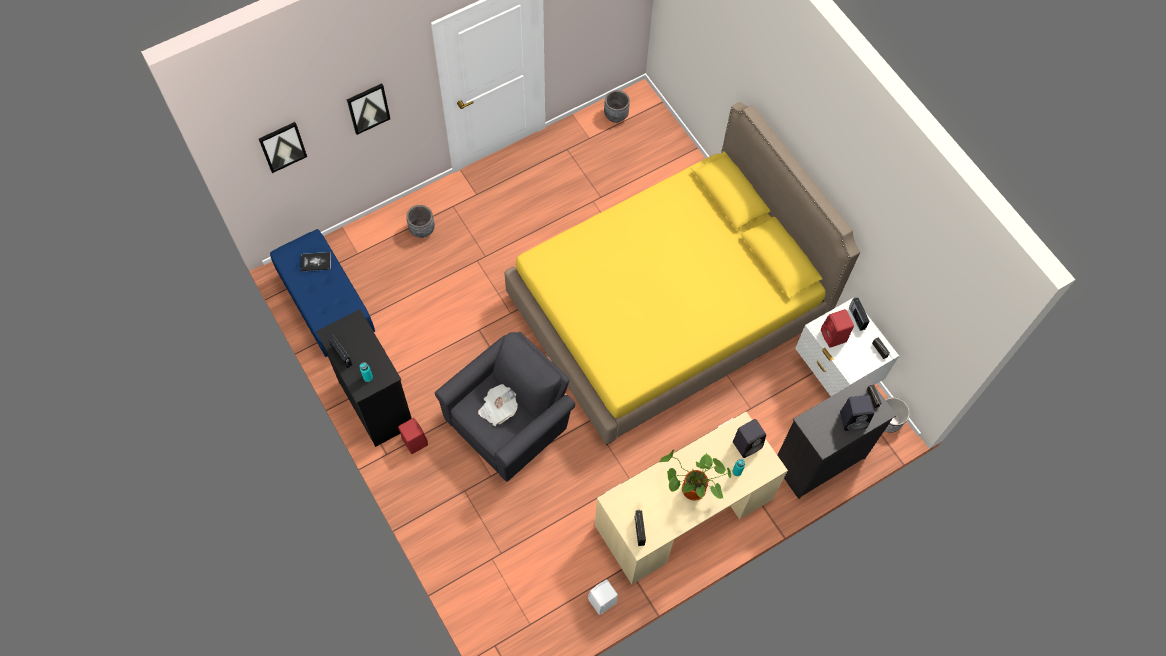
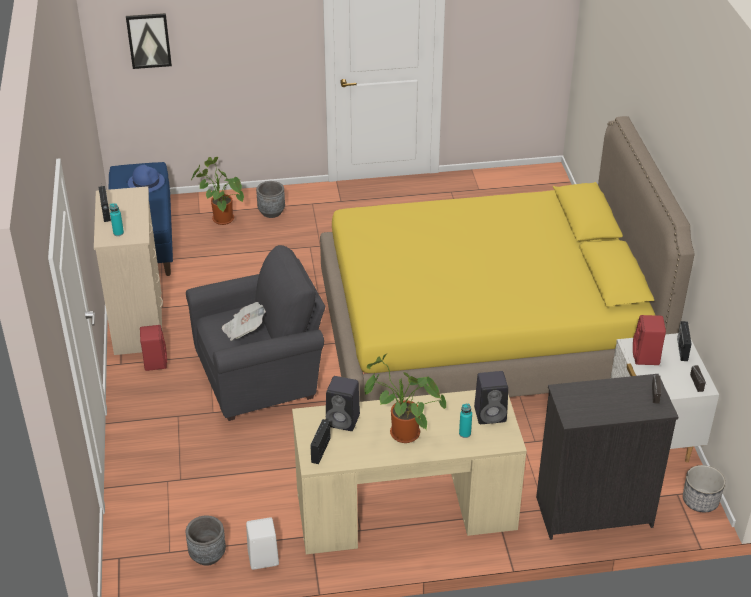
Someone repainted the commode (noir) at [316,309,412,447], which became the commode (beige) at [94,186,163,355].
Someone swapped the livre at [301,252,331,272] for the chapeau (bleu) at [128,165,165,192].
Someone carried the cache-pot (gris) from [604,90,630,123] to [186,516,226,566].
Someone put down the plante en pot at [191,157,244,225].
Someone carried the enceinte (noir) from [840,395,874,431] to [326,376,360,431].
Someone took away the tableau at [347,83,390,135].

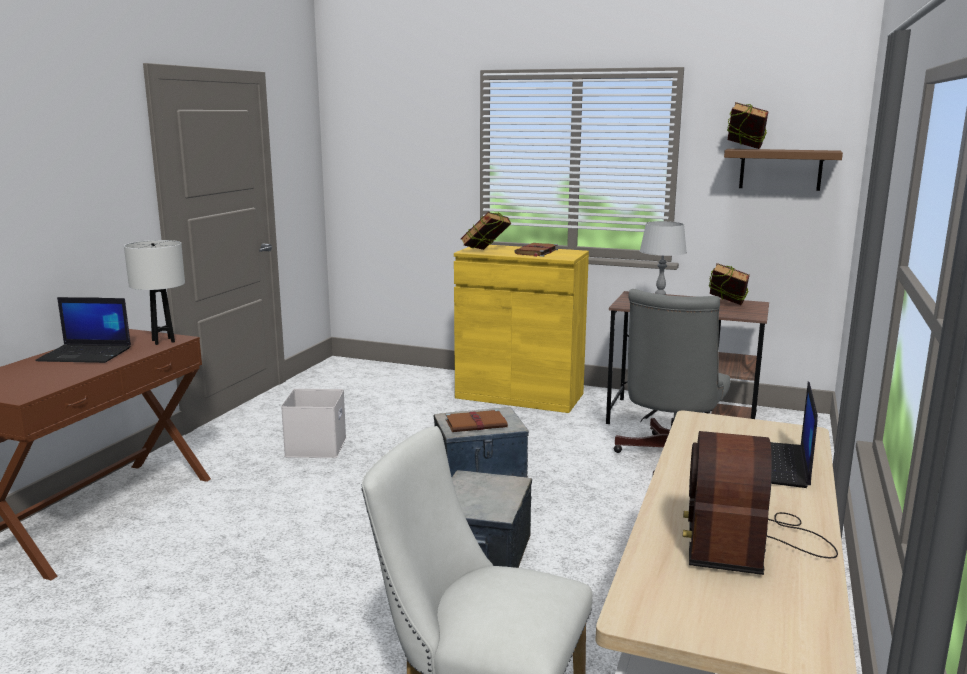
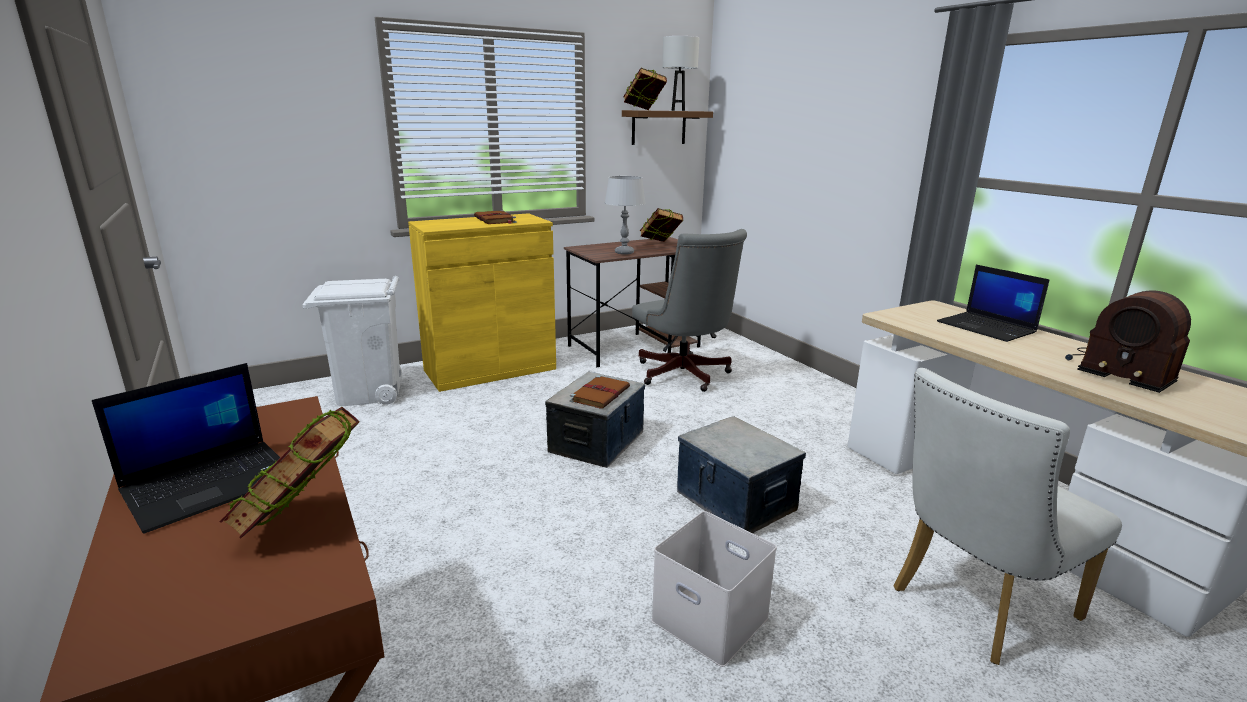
Someone carried the livre from [461,212,511,250] to [219,407,359,538].
Someone put down the poubelle (blanc) at [302,276,402,406].
Someone carried the boîte de rangement (blanc) from [281,389,346,458] to [651,511,777,667].
Someone carried the lampe de table (blanc) from [124,240,185,345] to [662,36,699,111].

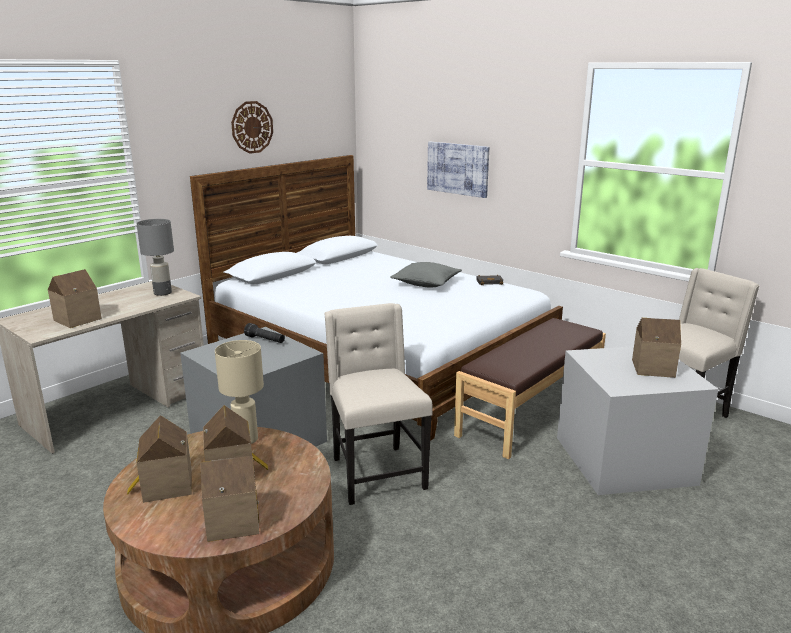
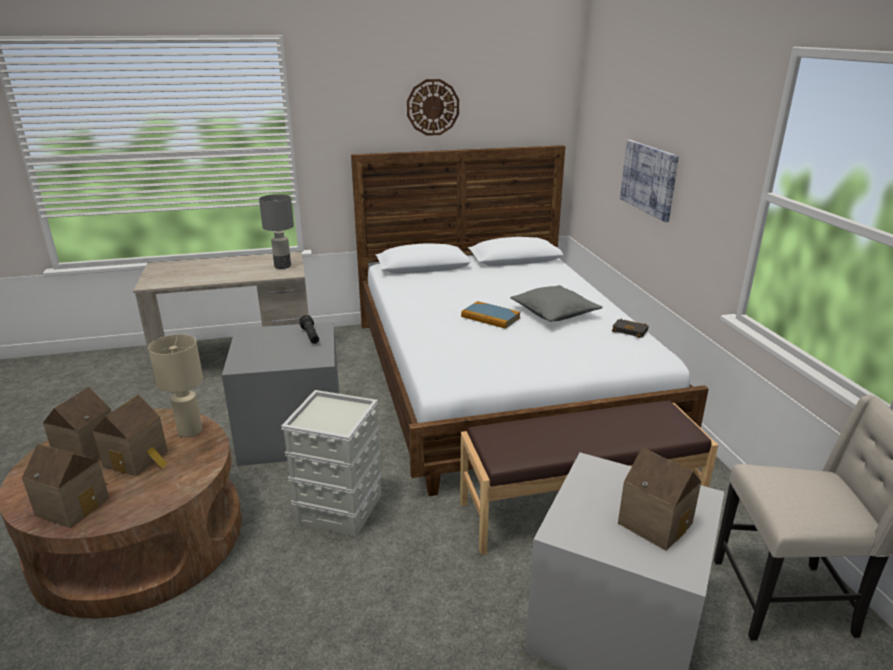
Someone swapped the chaise (beige) at [324,303,432,505] for the boîte de rangement (gris) at [281,390,382,537].
Someone put down the livre at [461,301,521,329].
Someone took away the maison miniature at [48,269,102,328].

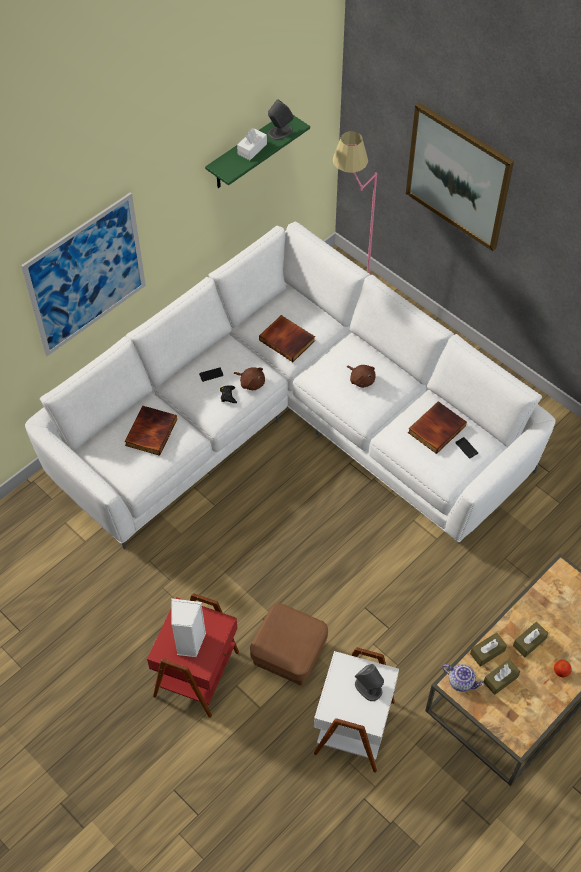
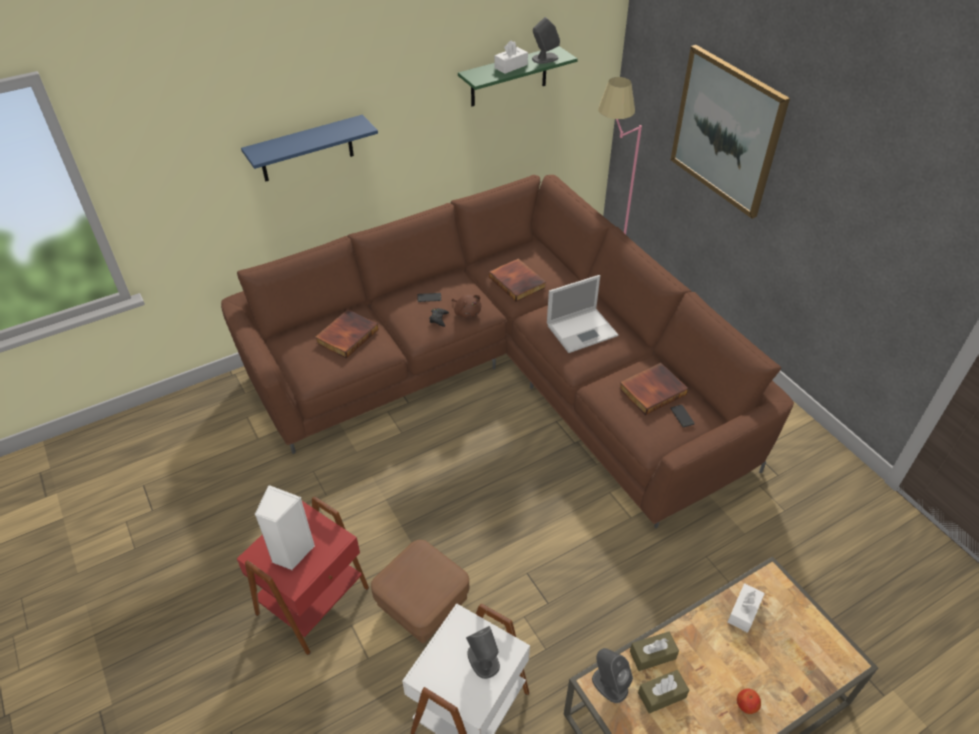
Someone repainted the canapé (blanc) at [25,222,556,549], which became the canapé (marron) at [221,175,794,528].
Someone swapped the tableau at [21,192,146,356] for the étagère (bleu) at [241,115,378,182].
Someone swapped the peluche (marron) at [347,365,376,388] for the ordinateur portable at [547,275,619,353].
Someone swapped the théière at [442,664,484,692] for the enceinte (gris) at [592,648,633,703].
Someone put down the boîte à mouchoirs (blanc) at [727,583,765,633].
Someone took away the boîte à mouchoirs (marron) at [513,622,549,657].

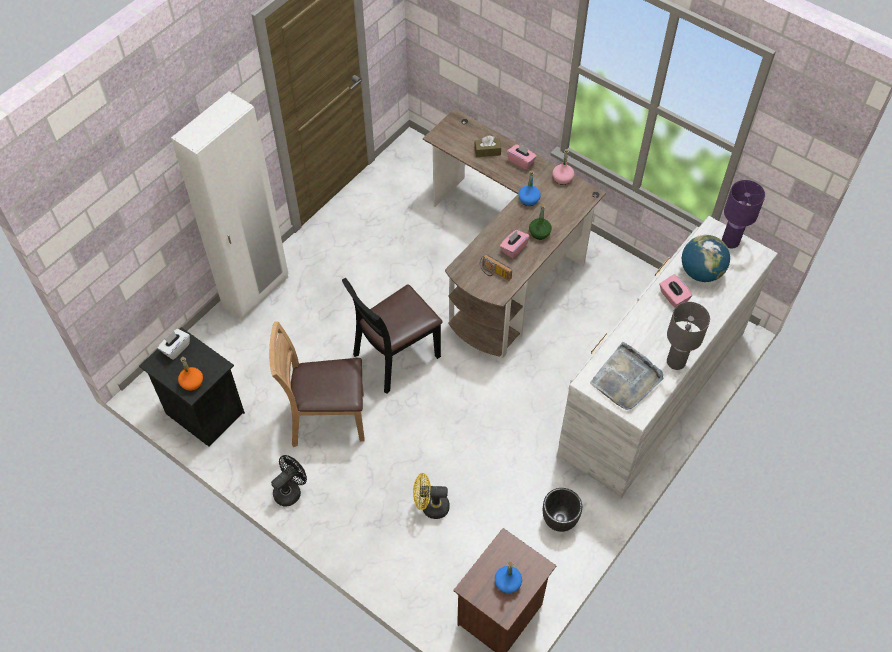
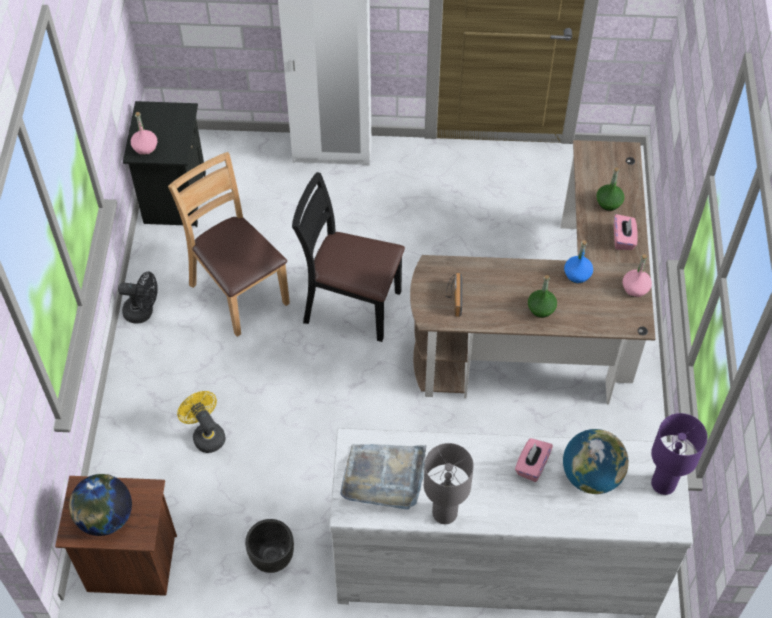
Someone swapped the bouteille (bleu) at [495,562,522,593] for the globe at [69,474,132,536].
Someone repainted the bouteille (orange) at [178,357,203,391], which became the bouteille (rose) at [131,112,157,155].
Someone swapped the boîte à mouchoirs (marron) at [474,136,501,157] for the bouteille (vert) at [596,168,624,211].
Someone took away the boîte à mouchoirs (blanc) at [158,329,190,360].
Someone took away the boîte à mouchoirs (rose) at [500,230,530,258].

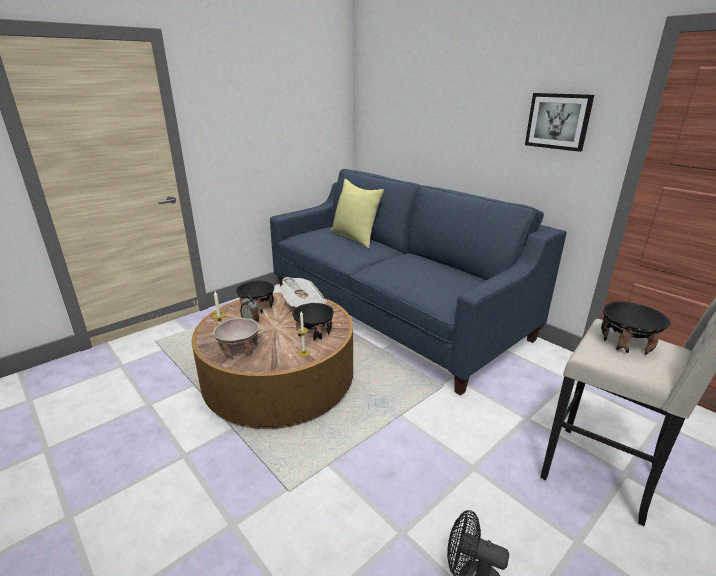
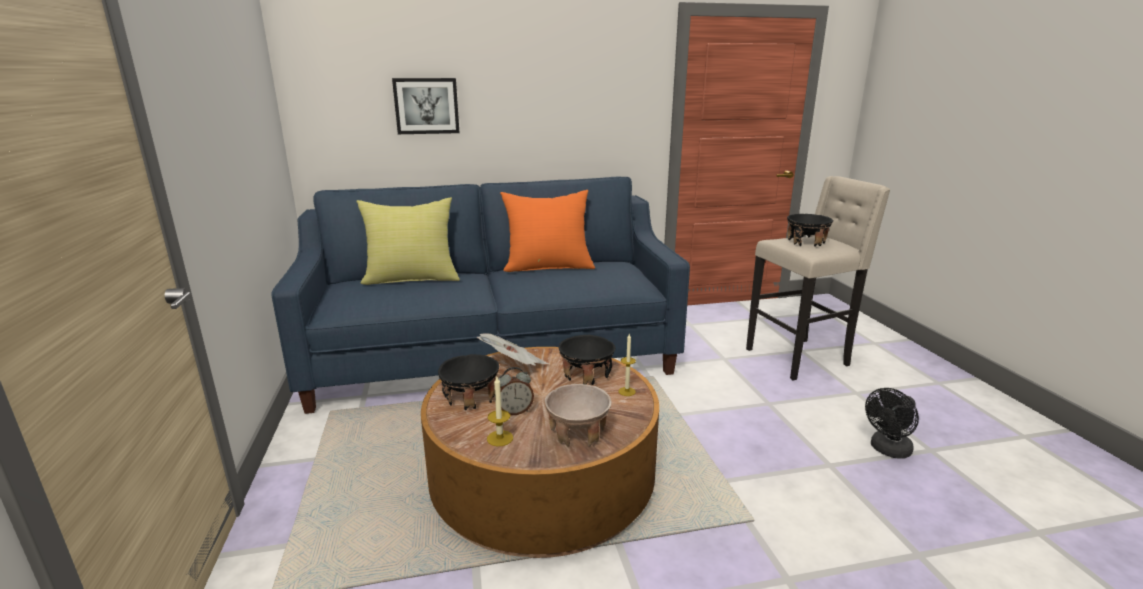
Someone carried the tableau from [525,93,594,152] to [392,78,460,134].
Someone put down the coussin (orange) at [500,190,595,272].

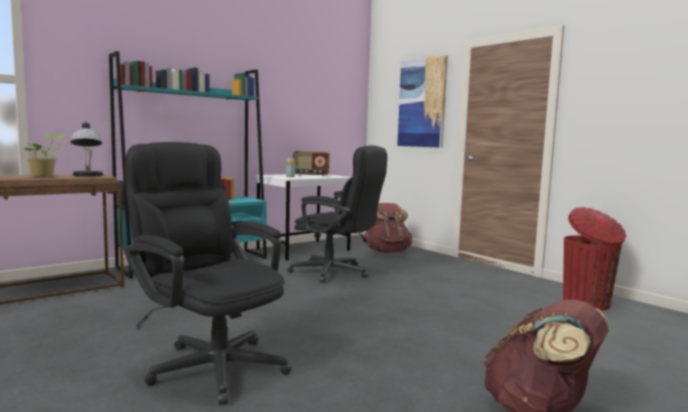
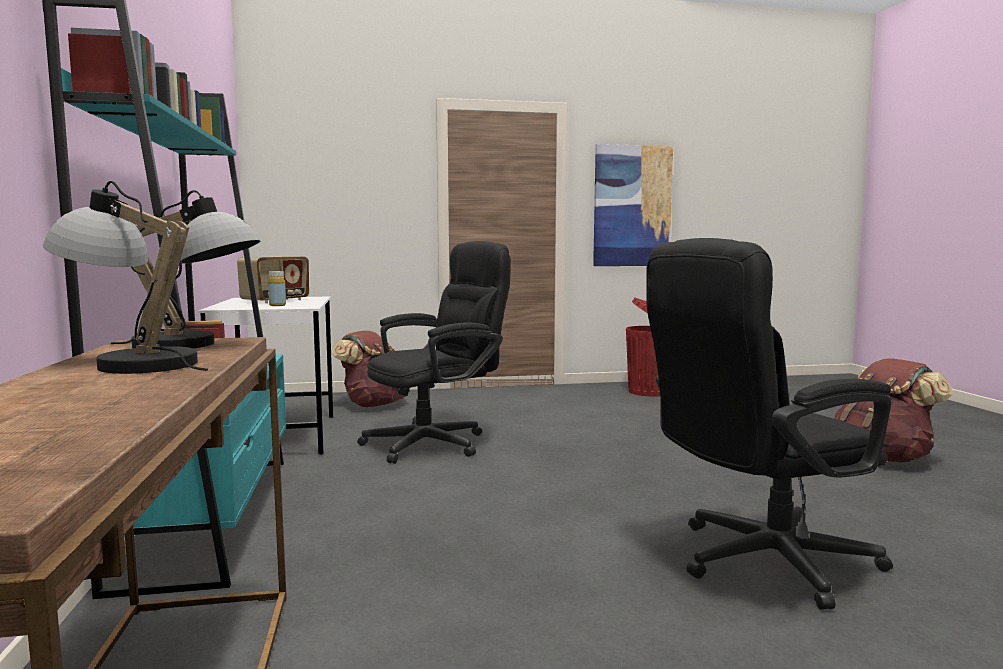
Someone swapped the plante en pot at [24,134,65,177] for the lampe de table at [43,181,208,374].
Someone carried the tableau from [397,55,448,148] to [593,144,673,266].

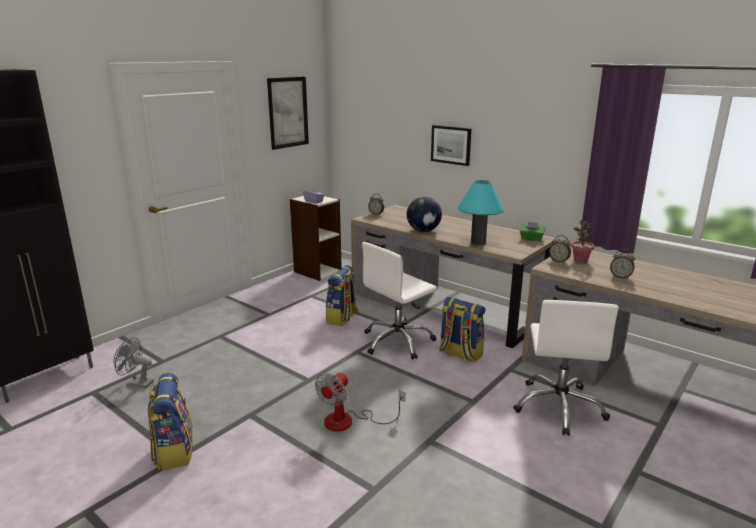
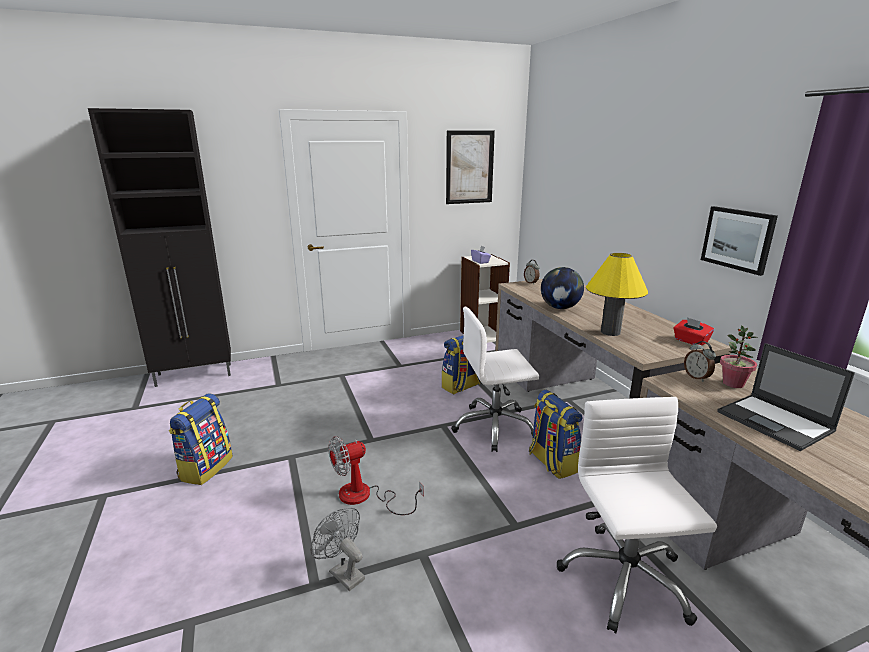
Someone carried the ventilateur (gris) from [114,337,154,388] to [310,508,365,591].
Someone rotated the chaise de bureau (blanc) at [514,300,619,436] by 135 degrees clockwise.
Someone repainted the lampe de table (turquoise) at [458,180,504,245], which became the lampe de table (jaune) at [586,253,648,336].
Someone repainted the boîte à mouchoirs (vert) at [520,222,546,241], which became the boîte à mouchoirs (rouge) at [673,317,714,345].
Someone carried the tableau from [431,125,471,166] to [701,206,778,276].
Someone swapped the réveil at [610,249,635,279] for the ordinateur portable at [717,343,855,451].

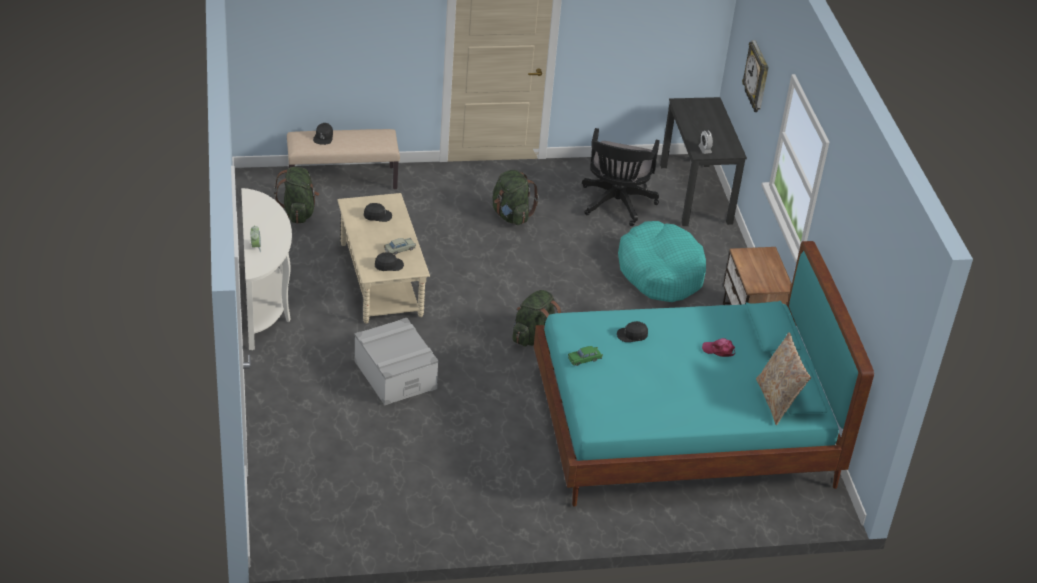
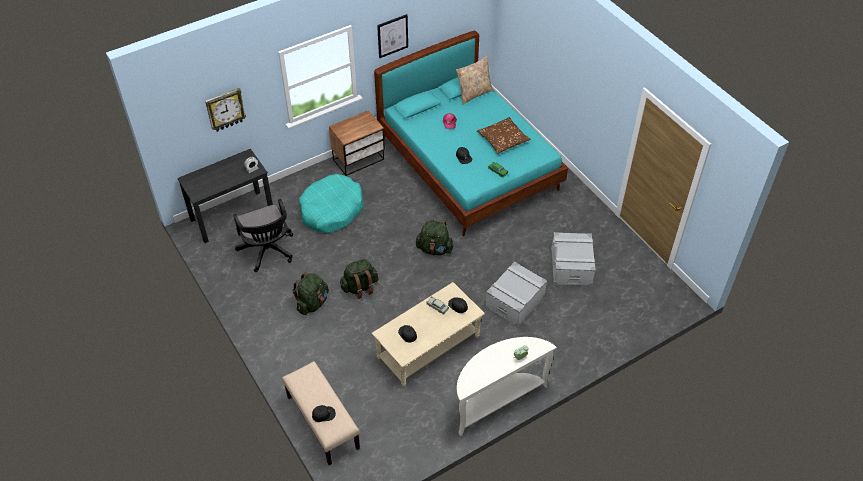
Someone rotated the chaise de bureau (noir) at [582,128,660,226] by 75 degrees clockwise.
Someone carried the sac à dos (vert) from [274,167,319,224] to [340,259,379,299].
Someone put up the tableau at [377,14,408,58].
Someone put down the coussin (marron) at [477,117,531,154].
Someone put down the boîte de rangement (gris) at [551,232,596,286].

